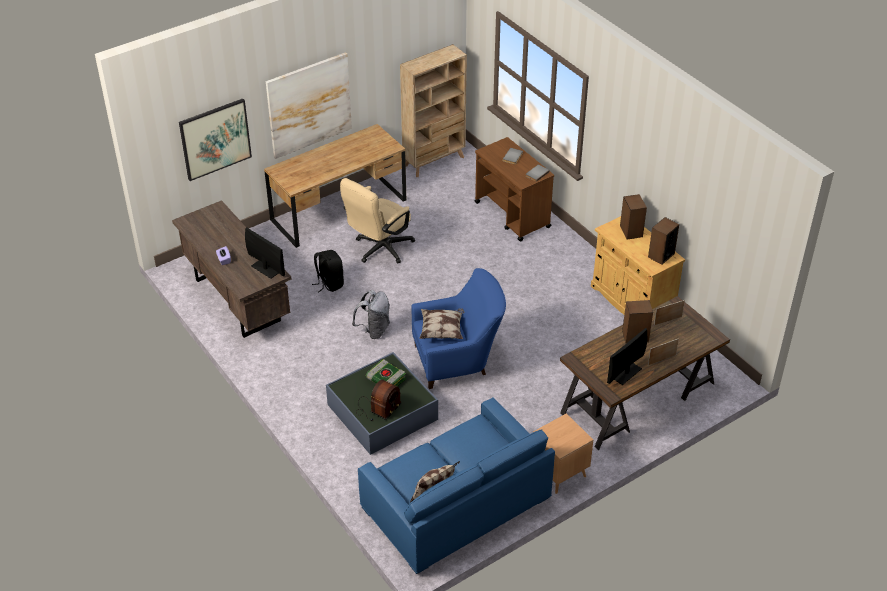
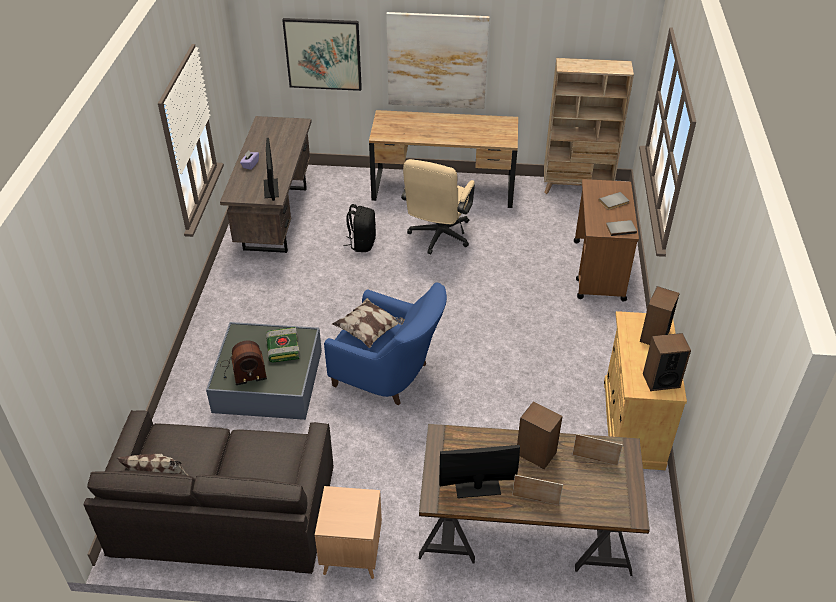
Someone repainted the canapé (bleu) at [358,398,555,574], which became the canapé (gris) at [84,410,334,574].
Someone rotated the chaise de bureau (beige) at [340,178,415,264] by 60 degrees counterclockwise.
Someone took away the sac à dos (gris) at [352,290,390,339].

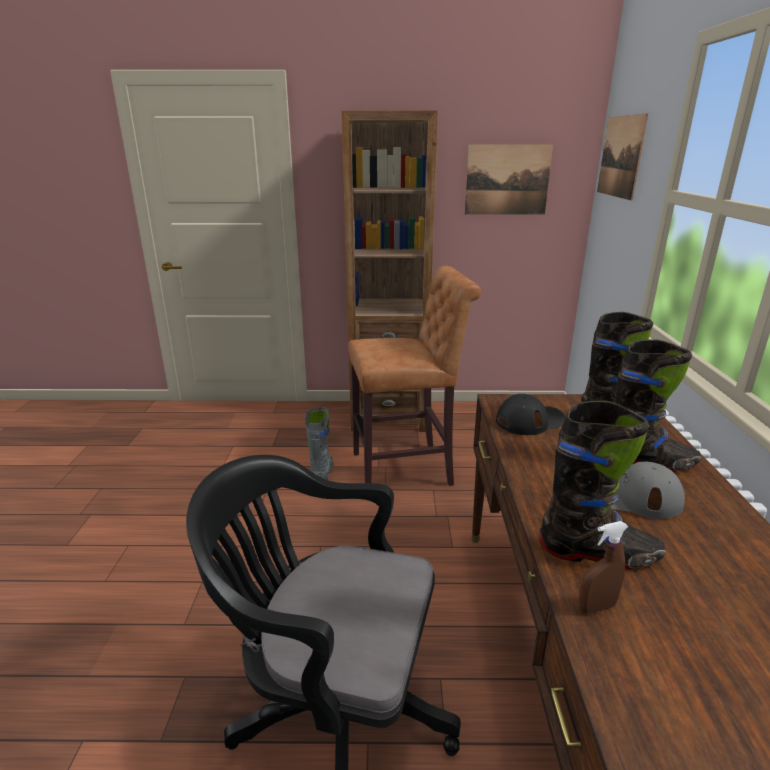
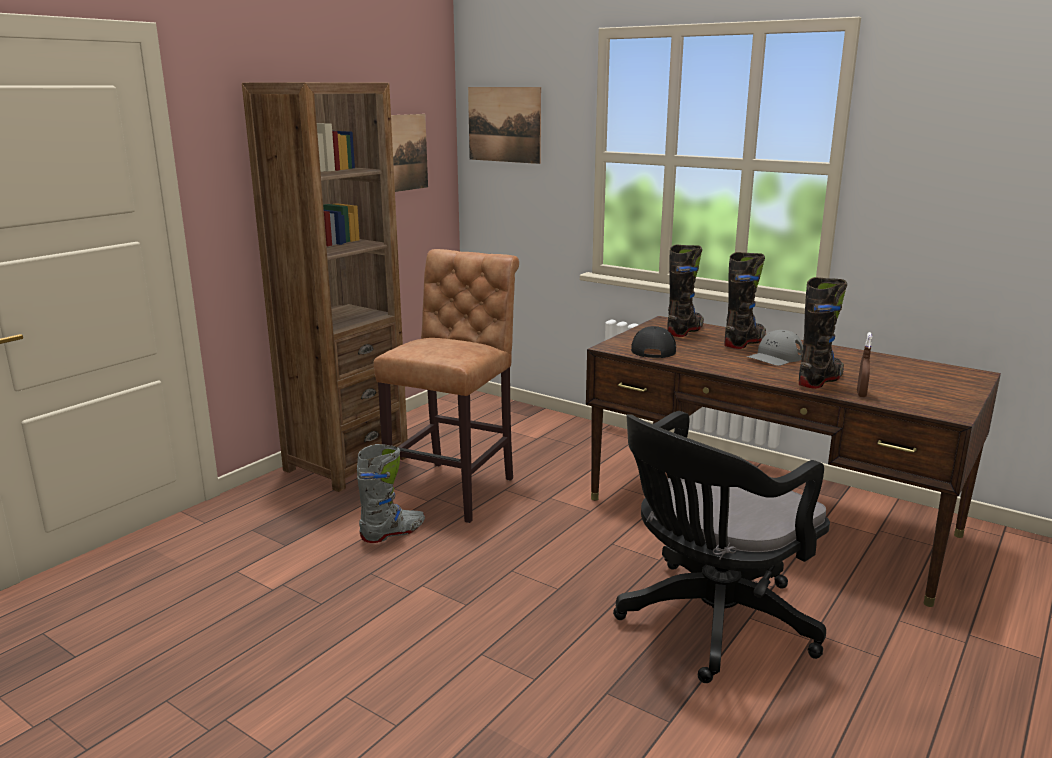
Someone rotated the botte (gris) at [305,407,334,480] by 105 degrees clockwise.

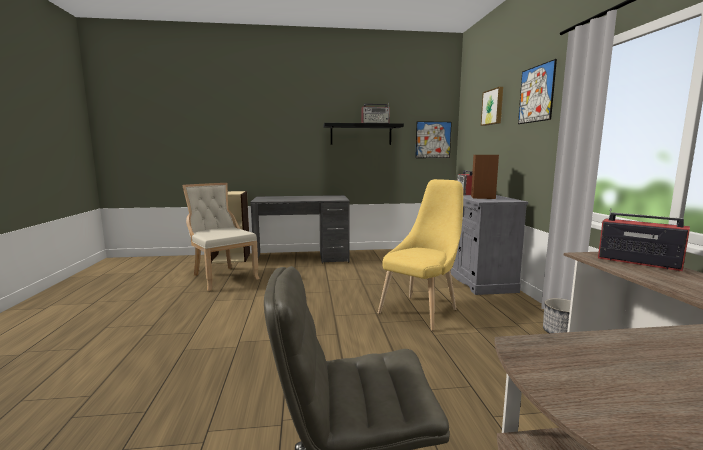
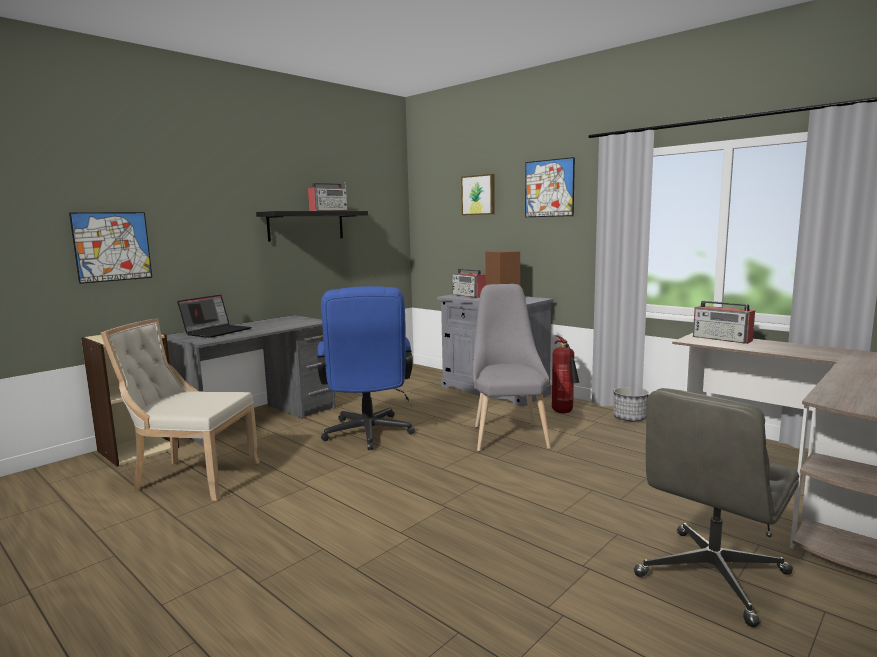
Someone carried the tableau from [415,121,452,158] to [69,212,152,284].
Someone put down the ordinateur portable at [177,295,251,338].
Someone put down the chaise de bureau (bleu) at [317,286,415,450].
Someone repainted the chaise (jaune) at [378,179,463,331], which became the chaise (gris) at [473,284,551,451].
Someone put down the extincteur at [552,335,579,413].
Someone rotated the radio at [598,208,690,271] by 135 degrees counterclockwise.

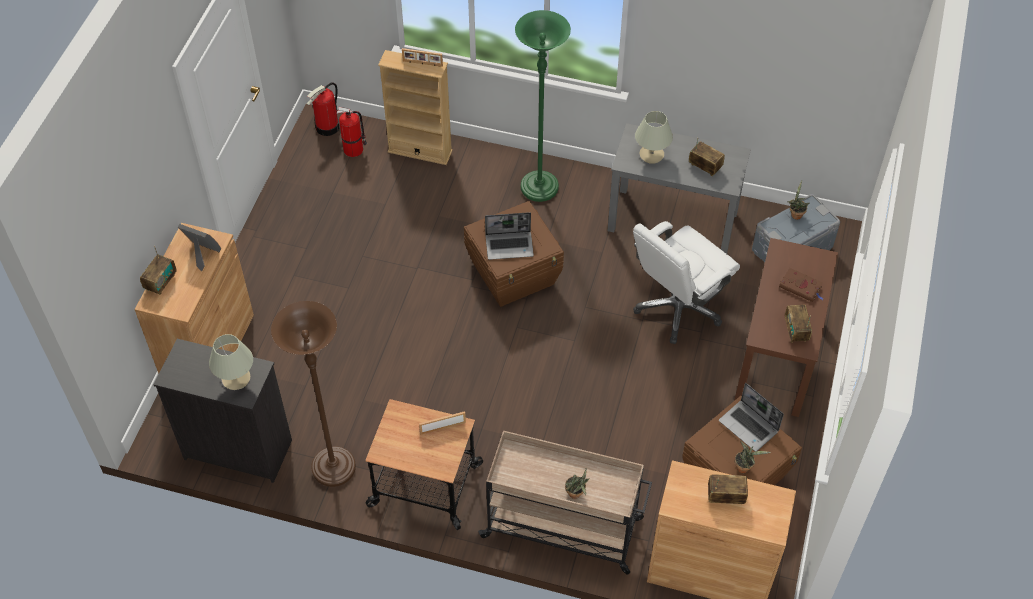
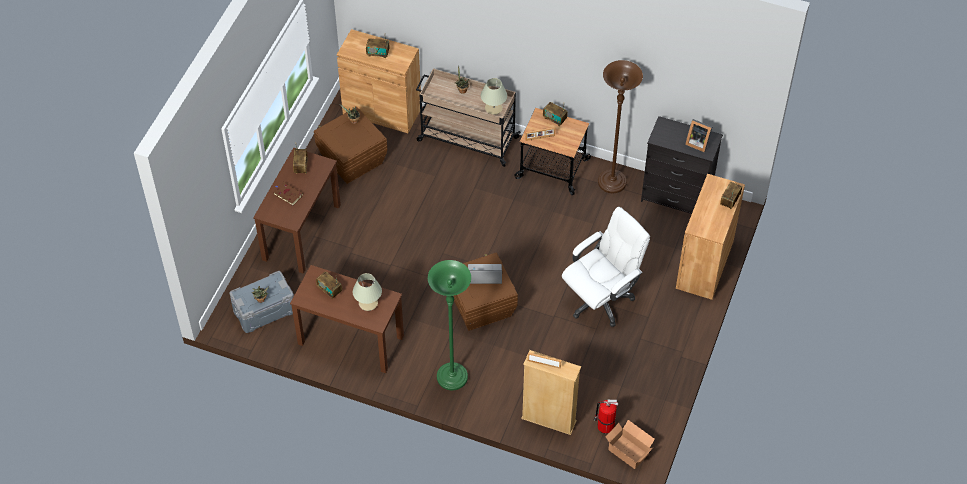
Someone repainted the bureau (gris) at [607,123,751,254], which became the bureau (marron) at [290,265,404,373].
Someone carried the lampe de table (beige) from [209,334,253,390] to [481,78,507,115].
Someone put down the radio at [543,102,568,126].
Someone carried the chaise de bureau (blanc) from [633,221,740,344] to [562,207,650,327].
Someone swapped the extincteur at [307,82,339,136] for the carton at [606,420,655,469].
Someone carried the cadre photo from [178,224,221,271] to [685,119,712,153].
Someone took away the ordinateur portable at [719,383,784,451].

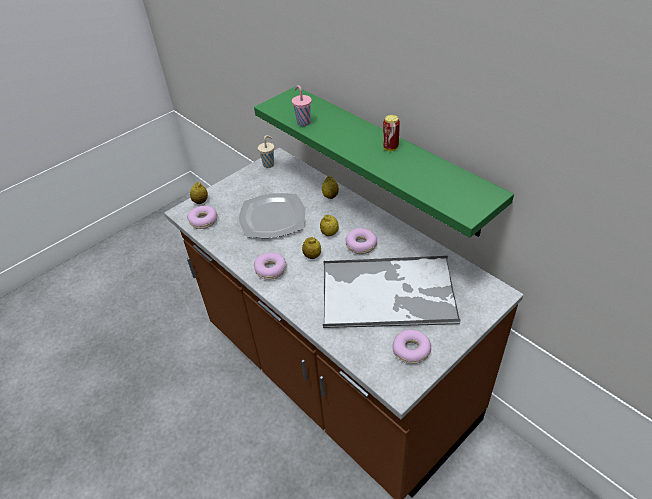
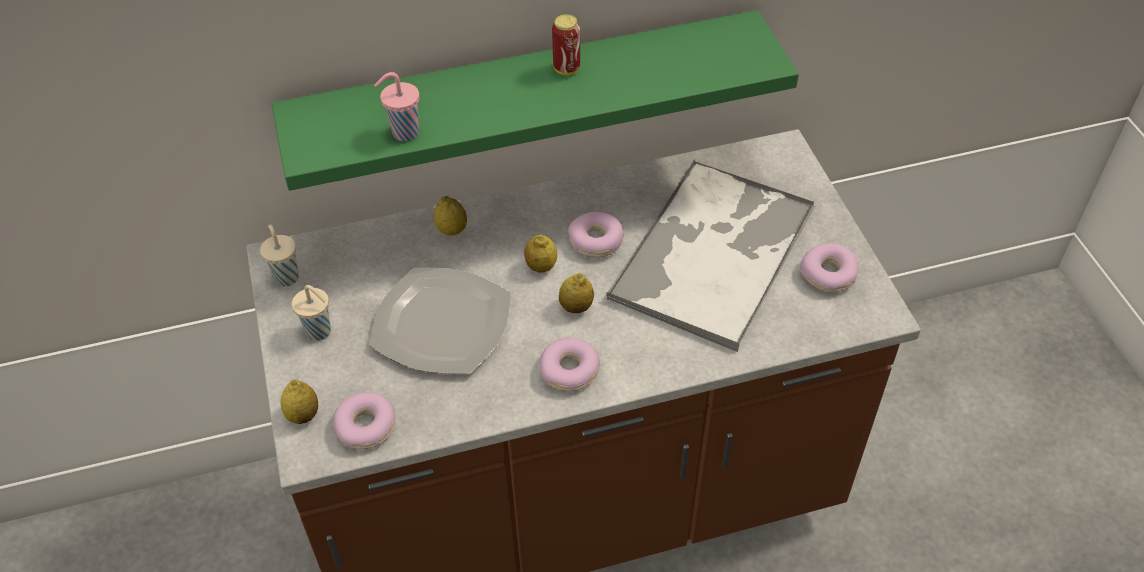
Someone put down the tasse (beige) at [292,285,331,341].

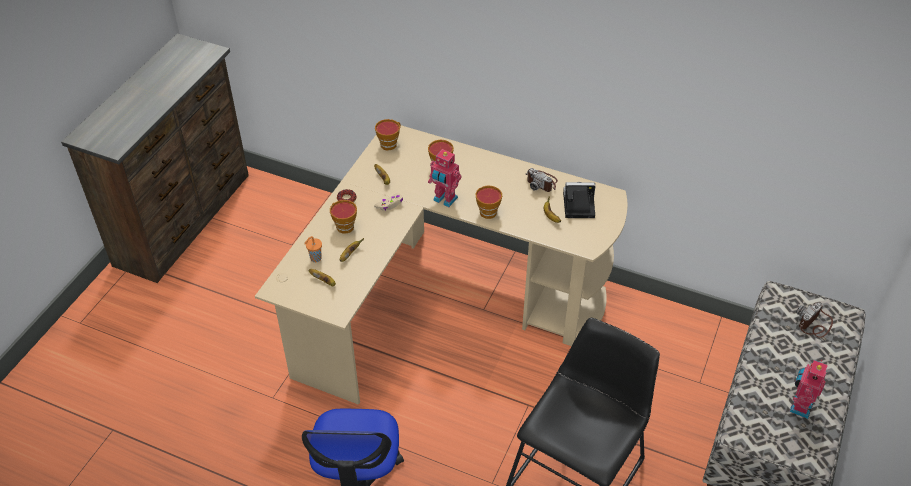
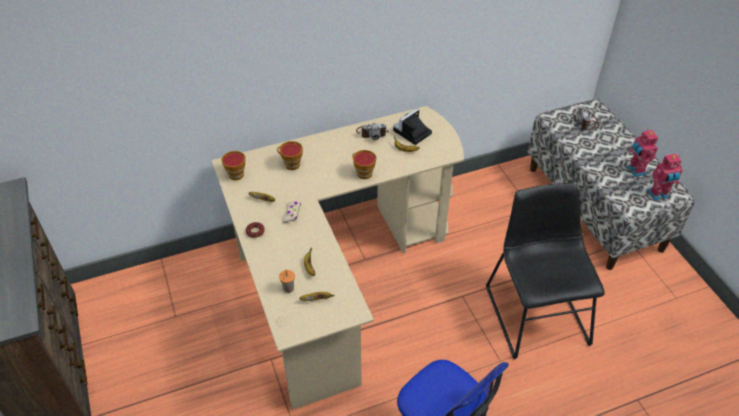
Someone carried the robot jouet from [428,149,461,207] to [648,154,682,201].
Someone took away the tasse at [330,200,357,234].

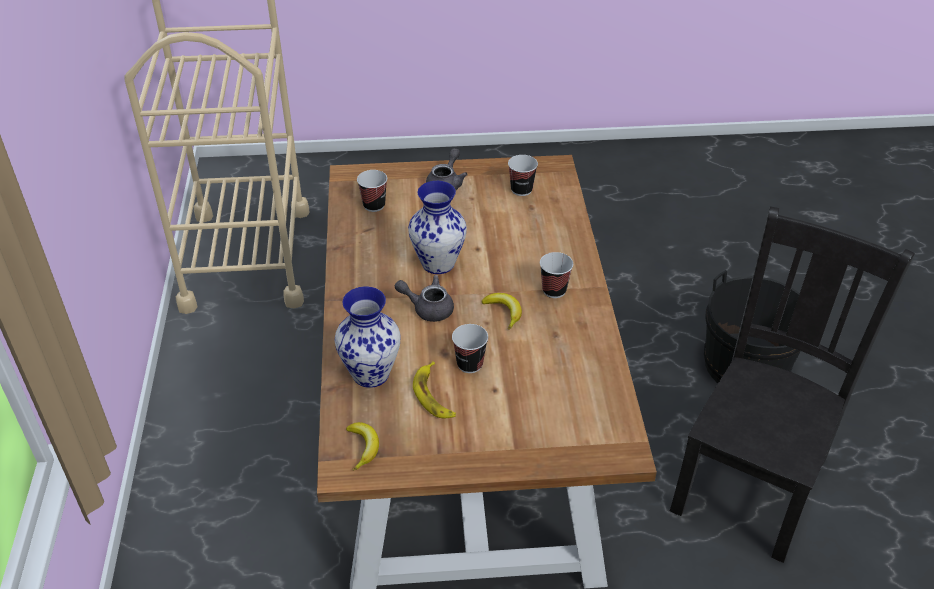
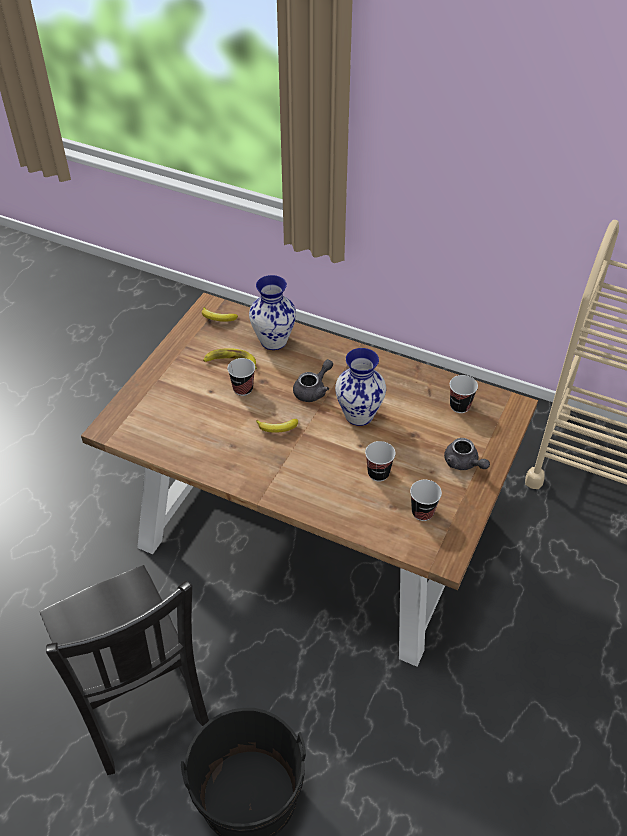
Someone carried the tasse from [540,252,573,298] to [365,441,396,482].

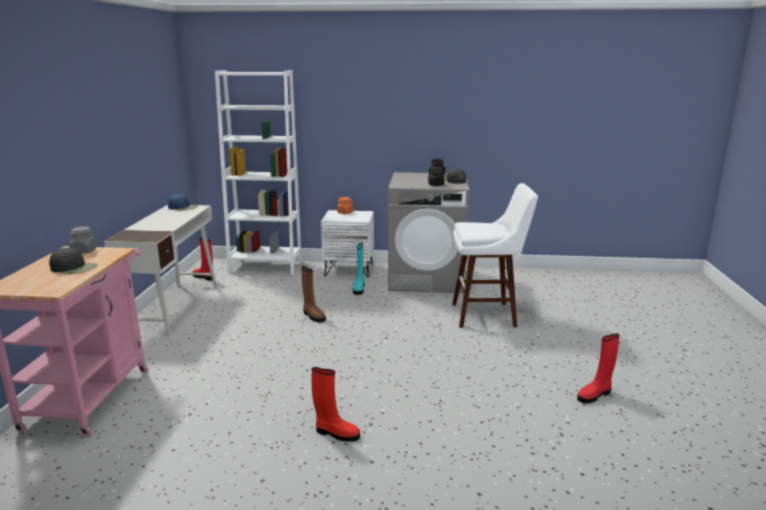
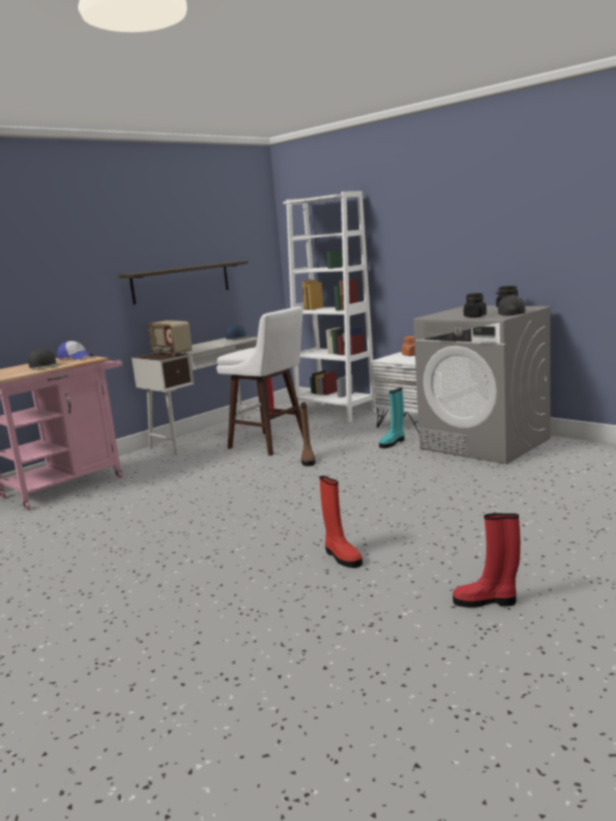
Someone swapped the bocal (gris) at [69,226,97,254] for the casquette at [57,341,94,360].
Someone put up the étagère at [119,261,248,304].
Someone put down the radio at [148,320,192,356].
Someone carried the tabouret (blanc) from [452,183,538,328] to [217,307,303,456].
Someone carried the botte (rouge) from [312,367,360,442] to [319,476,363,568].

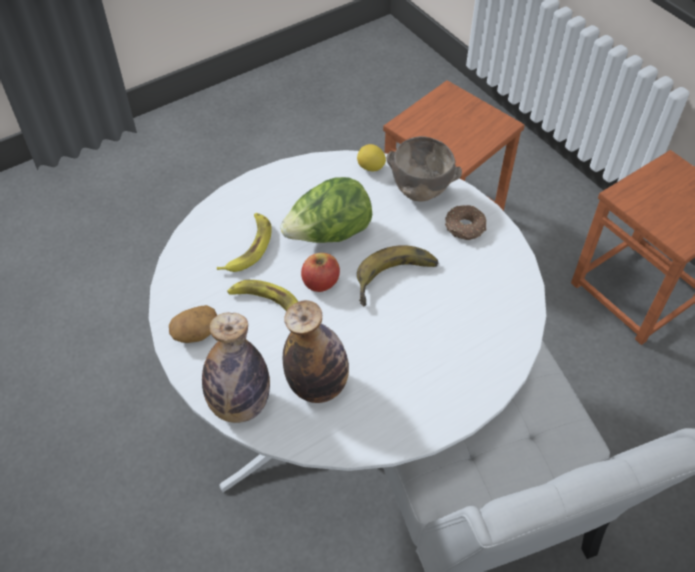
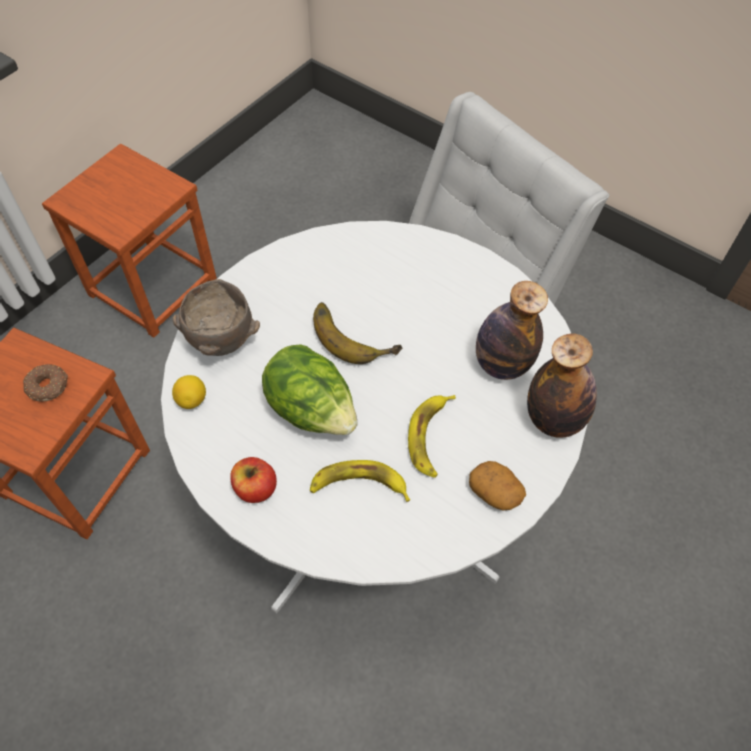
Someone carried the beignet from [445,205,486,240] to [23,364,68,402].
Someone carried the pomme from [301,253,340,292] to [230,457,277,503].

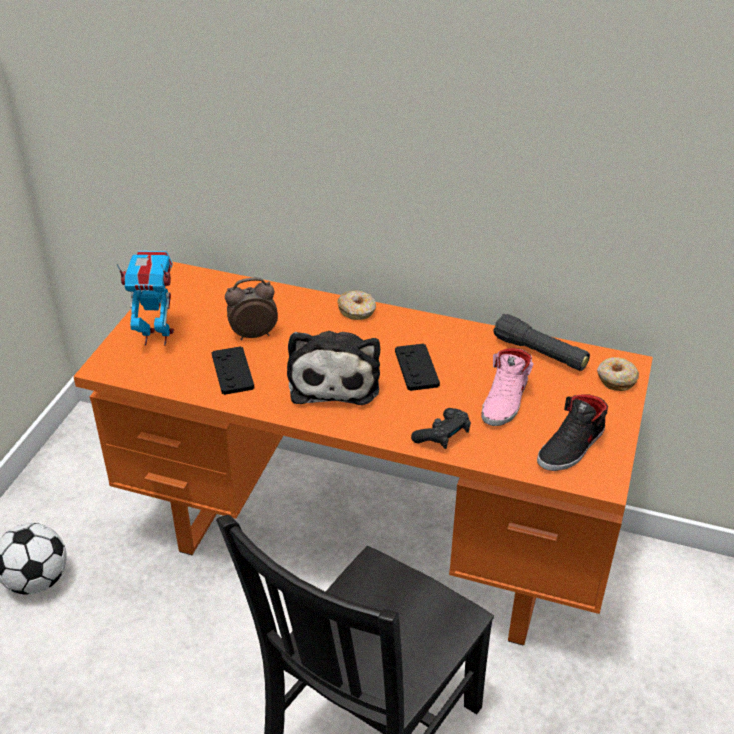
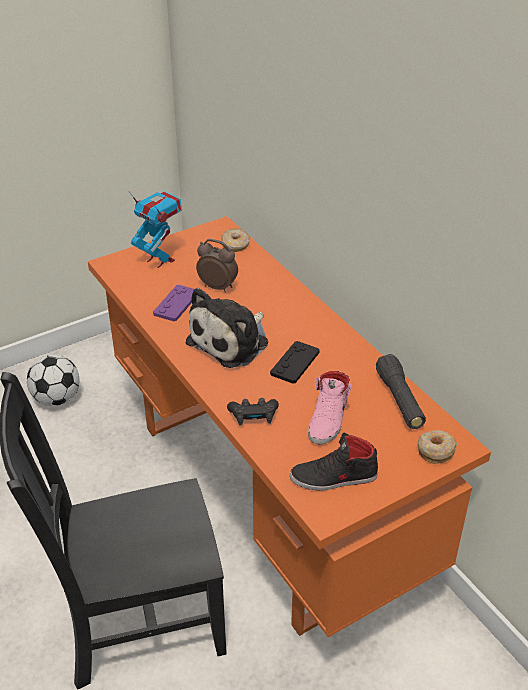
Someone repainted the manette (noir) at [212,346,254,395], which became the manette (violet) at [153,285,195,322].
Someone carried the beignet from [338,290,376,320] to [221,229,250,252].
Someone rotated the chaussure (rose) at [481,348,534,426] by 45 degrees counterclockwise.

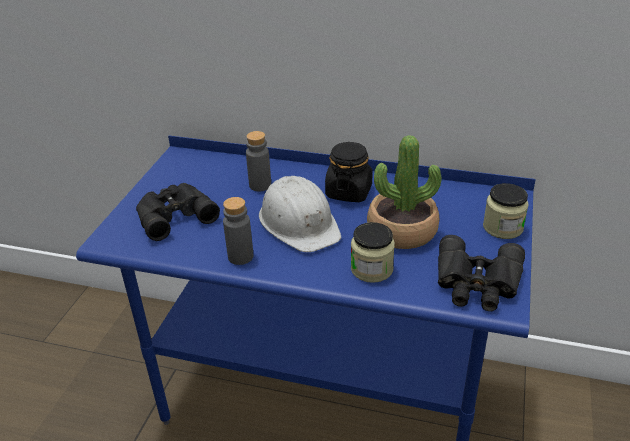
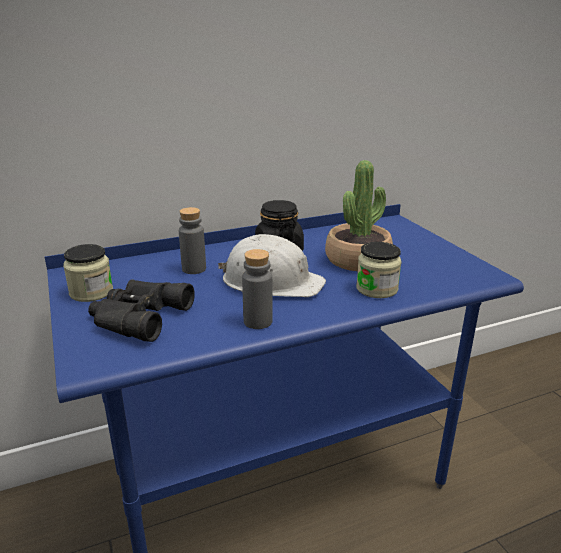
Someone carried the bocal from [483,183,529,239] to [63,244,113,302].
Someone took away the jumelles (noir) at [438,235,525,311].

